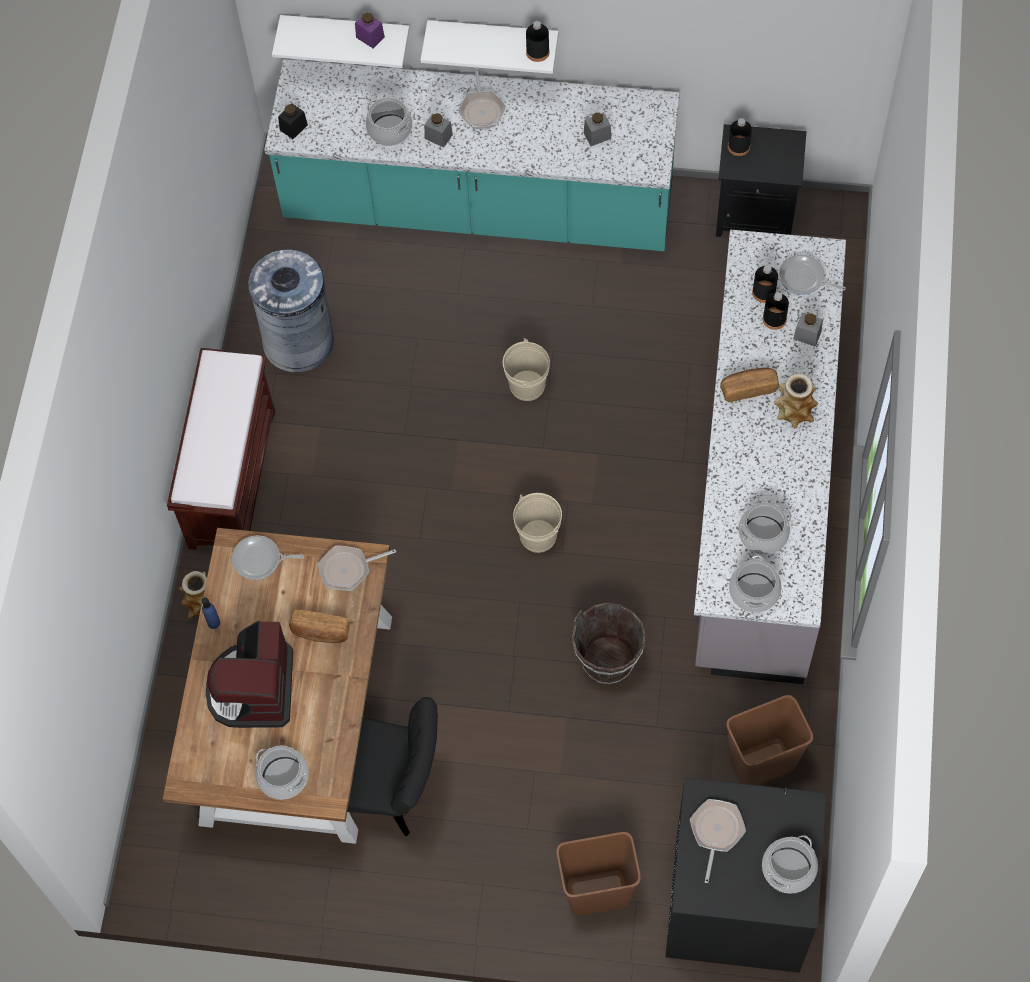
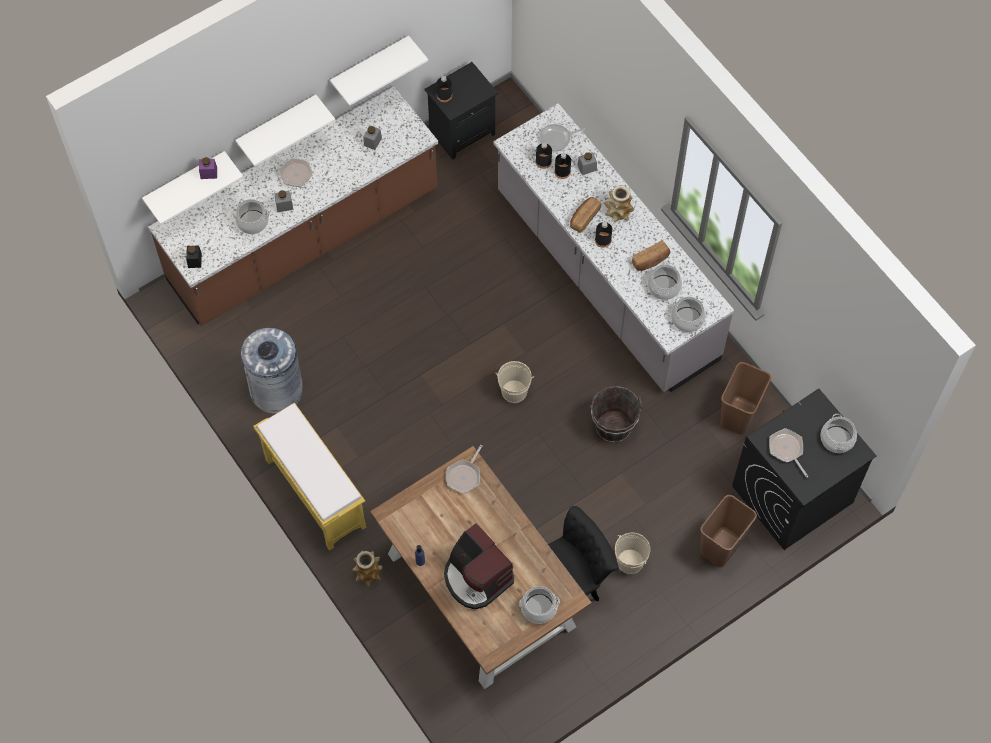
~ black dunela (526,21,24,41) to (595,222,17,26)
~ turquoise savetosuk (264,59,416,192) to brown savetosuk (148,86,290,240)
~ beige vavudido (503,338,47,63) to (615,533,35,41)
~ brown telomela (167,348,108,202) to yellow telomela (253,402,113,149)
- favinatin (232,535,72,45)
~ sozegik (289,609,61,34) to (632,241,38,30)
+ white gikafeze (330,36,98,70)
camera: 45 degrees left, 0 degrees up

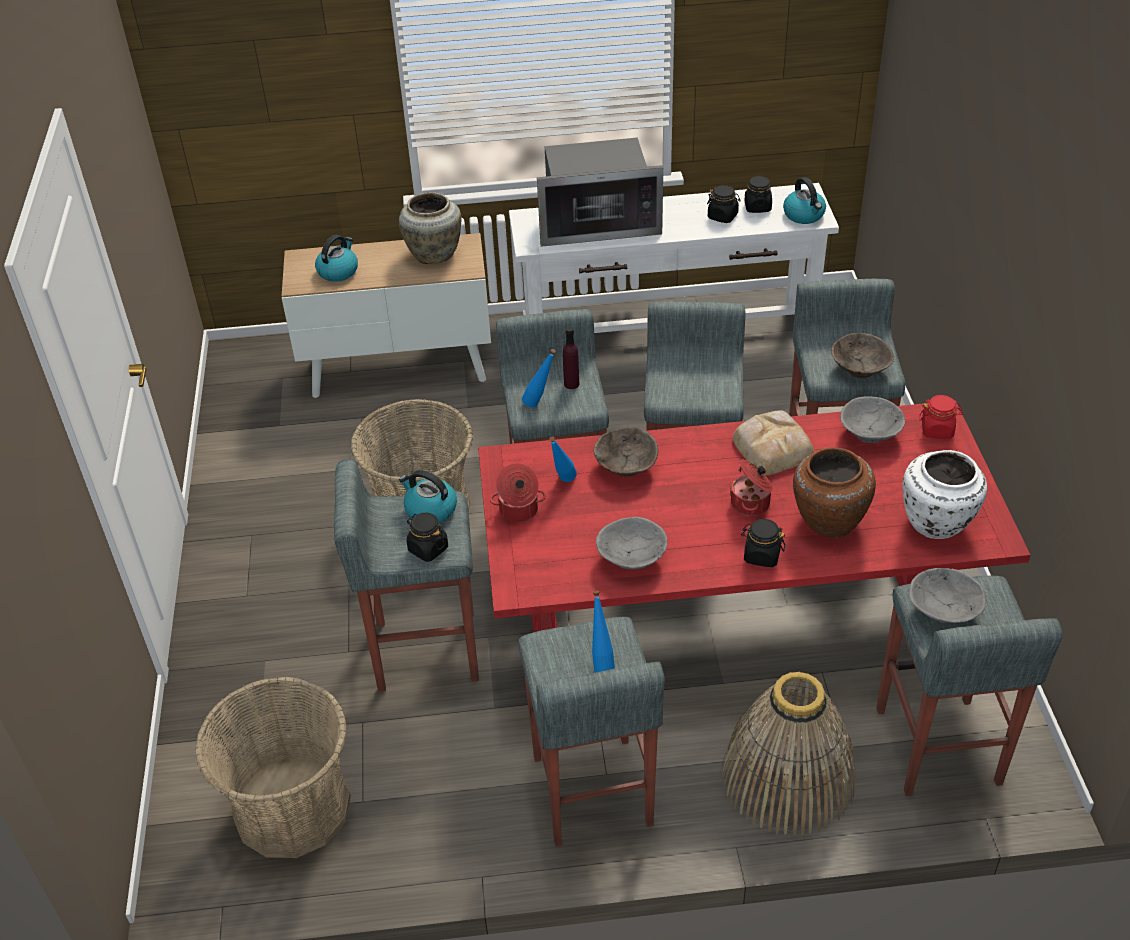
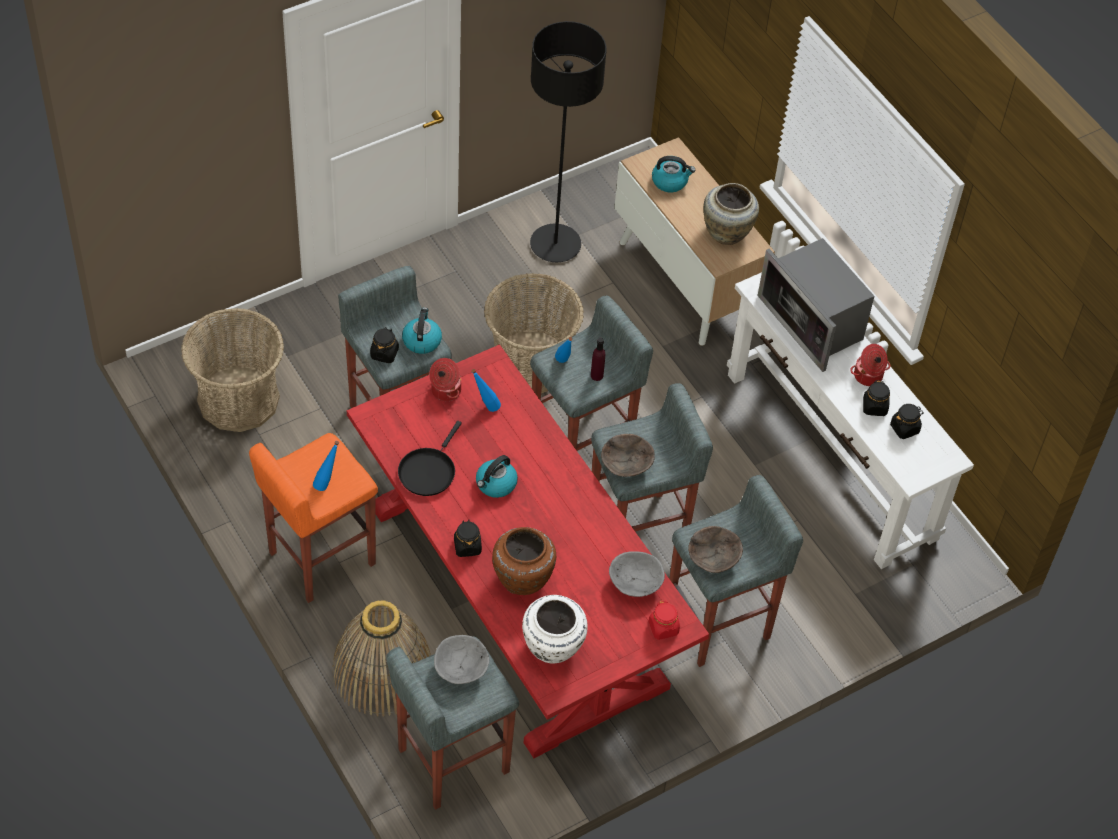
~ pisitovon (783,177,43,47) to (476,455,42,43)
- sozegik (733,410,81,65)
~ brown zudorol (594,427,64,50) to (601,434,54,43)
~ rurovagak (730,460,43,56) to (850,344,40,42)
~ grey zudorol (596,517,71,53) to black favinatin (398,421,64,75)
~ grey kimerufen (519,617,146,229) to orange kimerufen (249,433,129,170)
+ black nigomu (530,21,76,241)
camera: 60 degrees right, 10 degrees up

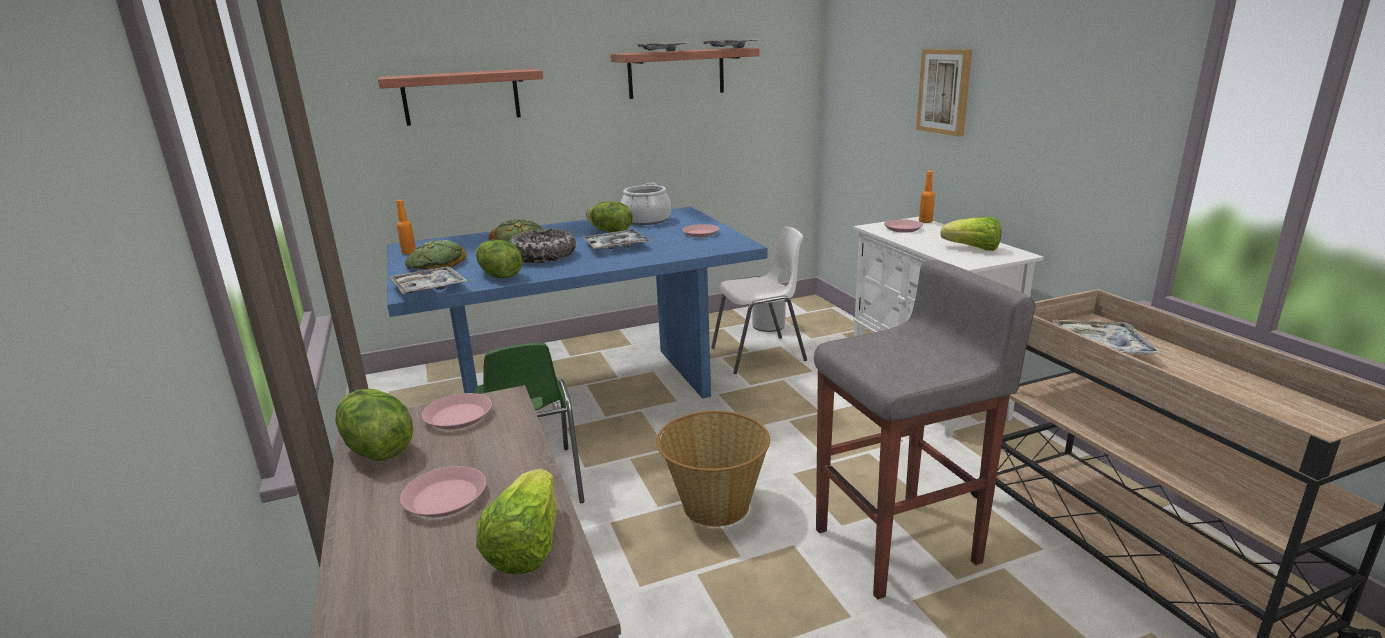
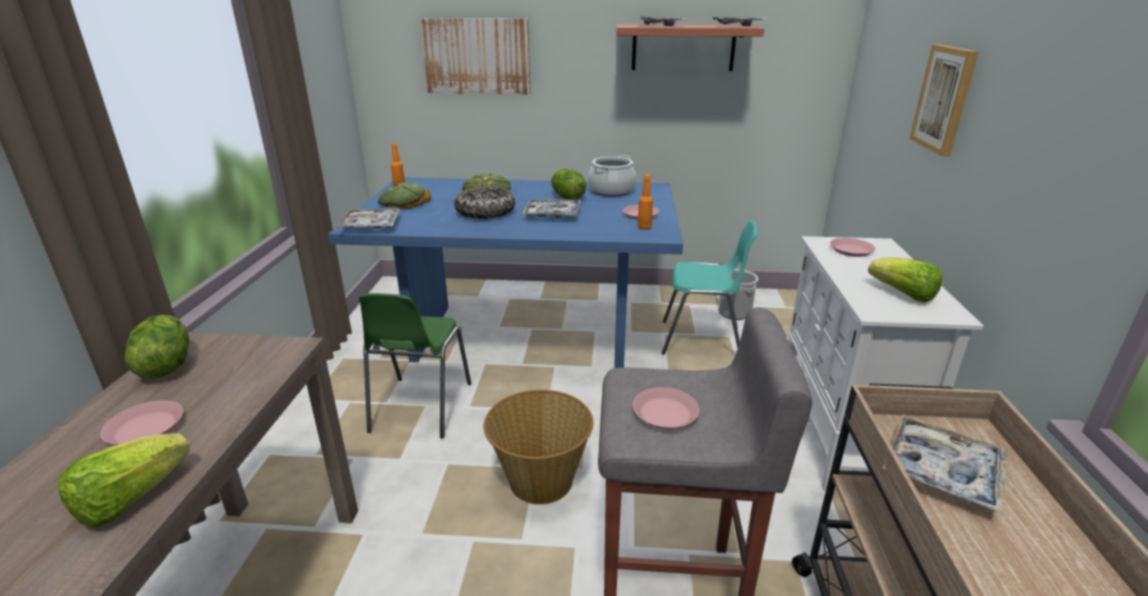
~ gikafeze (378,69,165,57) to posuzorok (420,18,111,76)
~ orange dunela (919,171,16,52) to (638,174,15,55)
~ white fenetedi (711,226,96,148) to turquoise fenetedi (662,220,96,135)
- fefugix (476,239,47,39)
~ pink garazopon (422,393,70,37) to (633,387,66,42)
camera: 25 degrees right, 5 degrees up

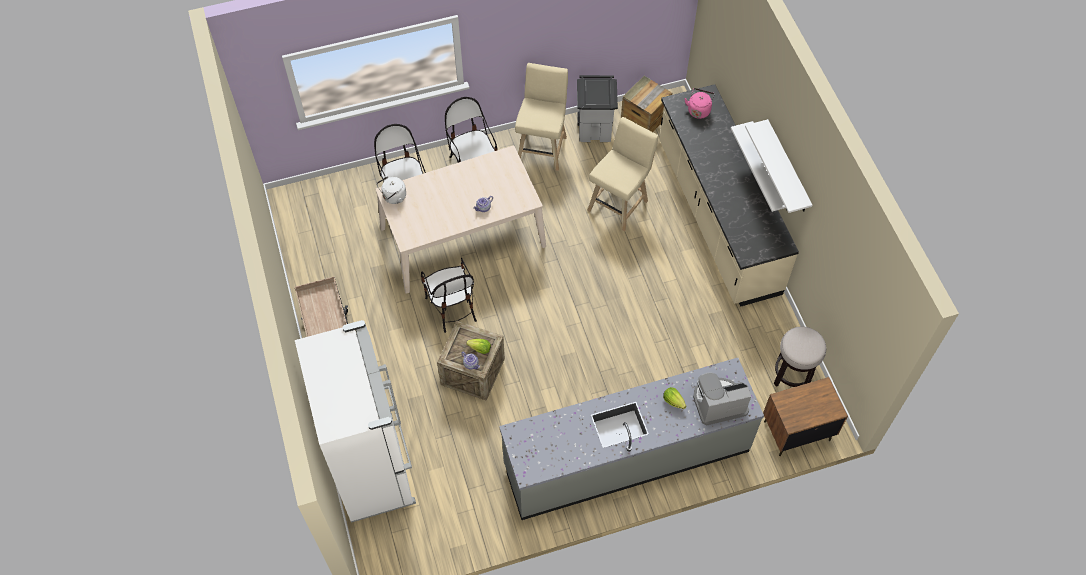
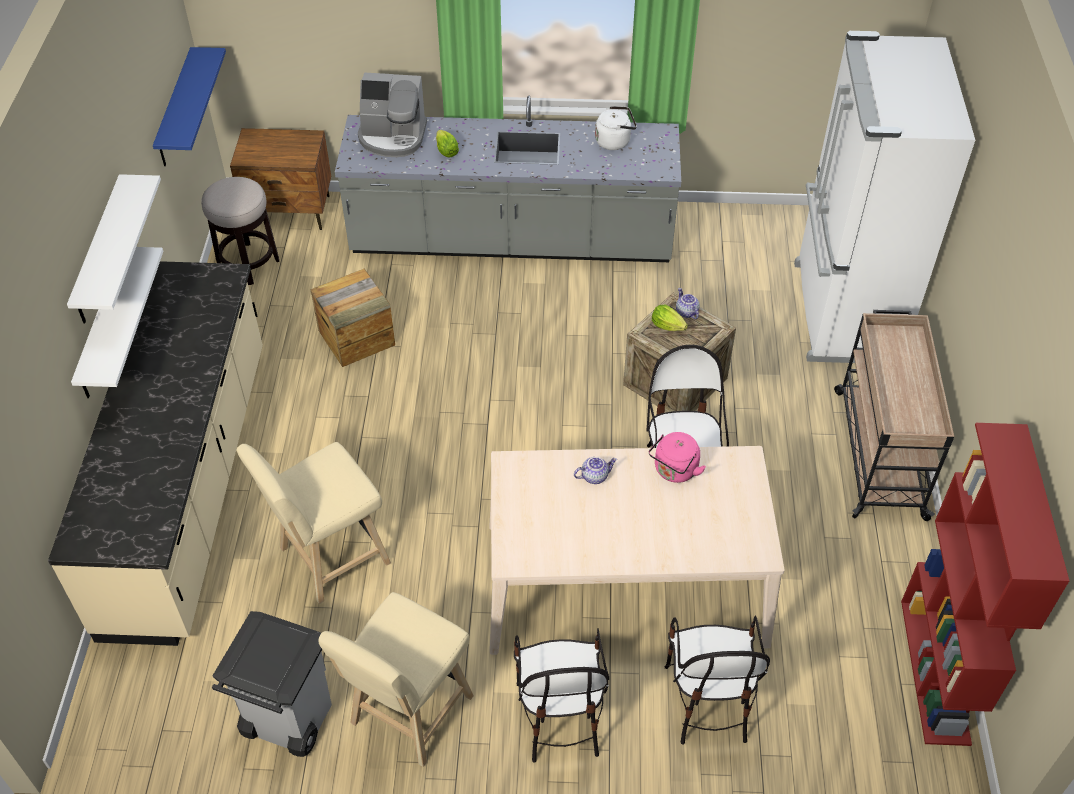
~ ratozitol (621,76,51,56) to (310,269,85,98)
~ pink pisitovon (684,88,31,31) to (649,432,57,51)
~ white pisitovon (377,176,29,28) to (595,106,42,44)
+ blue gikafeze (153,47,73,119)
+ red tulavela (901,423,168,323)
camera: 160 degrees left, 10 degrees down

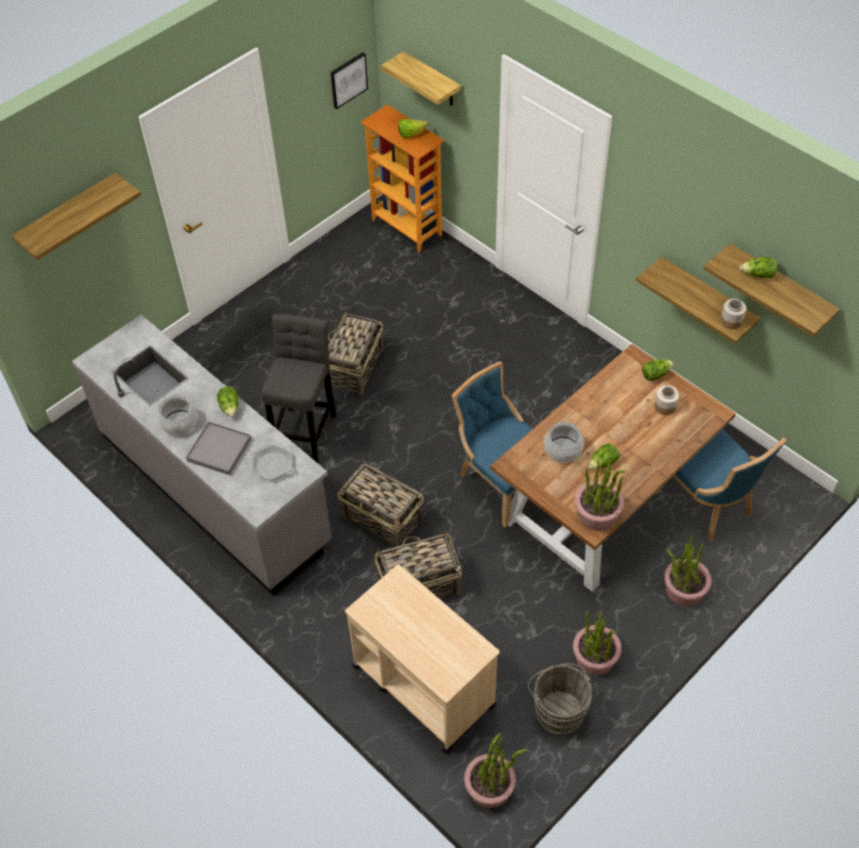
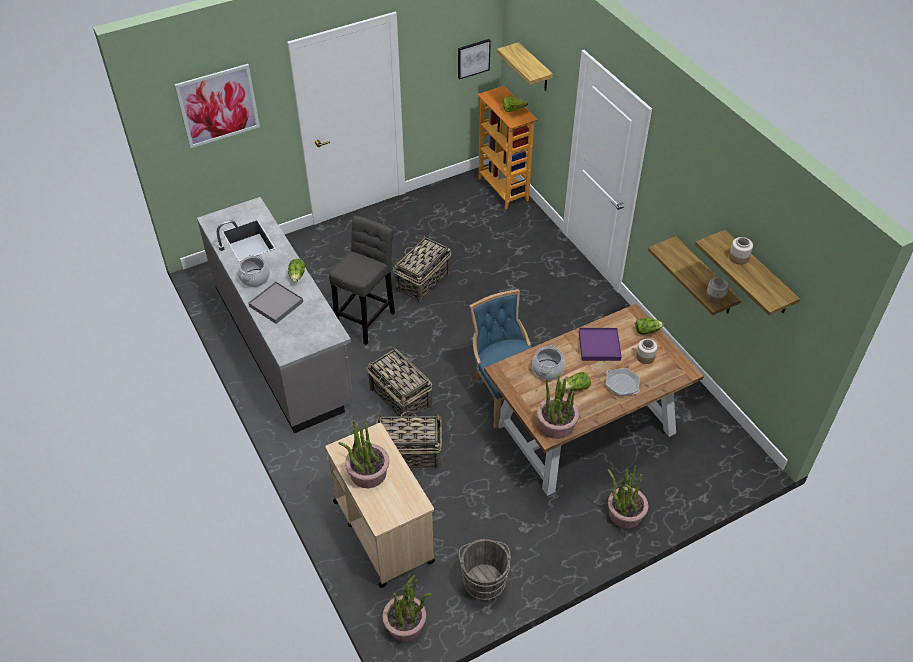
~ gikafeze (11,173,130,87) to posuzorok (174,64,86,84)
~ fefugix (740,257,37,21) to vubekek (729,237,24,28)
- blue fenetedi (655,429,131,112)
~ favinatin (251,444,43,37) to (606,368,34,28)
~ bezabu (573,610,48,65) to (338,421,51,67)
+ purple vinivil (579,328,42,33)
camera: 15 degrees right, 5 degrees down

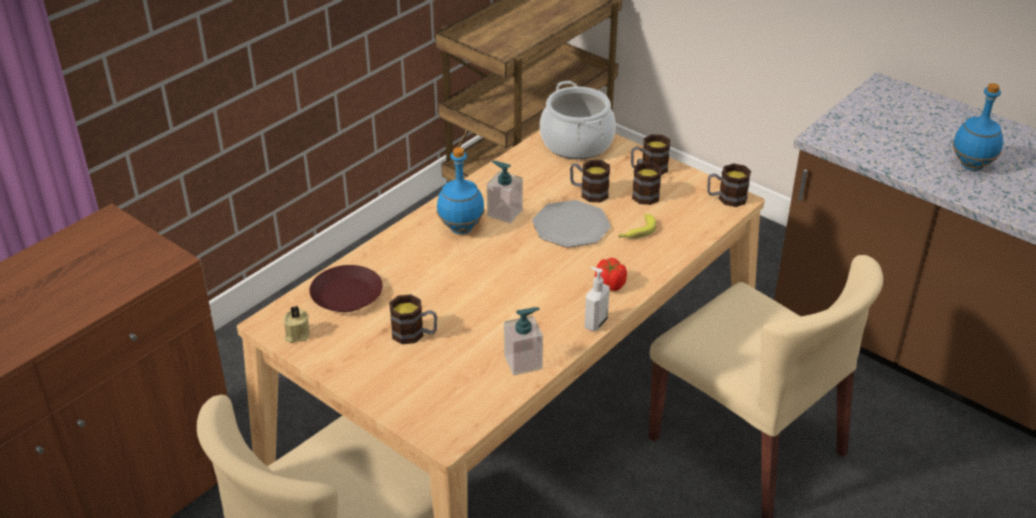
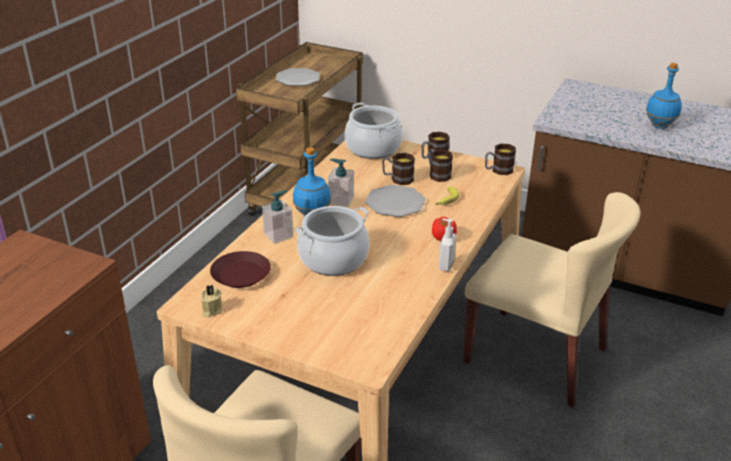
- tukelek (389,294,48,50)
~ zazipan (504,307,39,68) to (262,190,32,54)
+ garazopon (276,68,44,18)
+ rurovagak (295,206,74,70)
camera: 15 degrees left, 5 degrees down

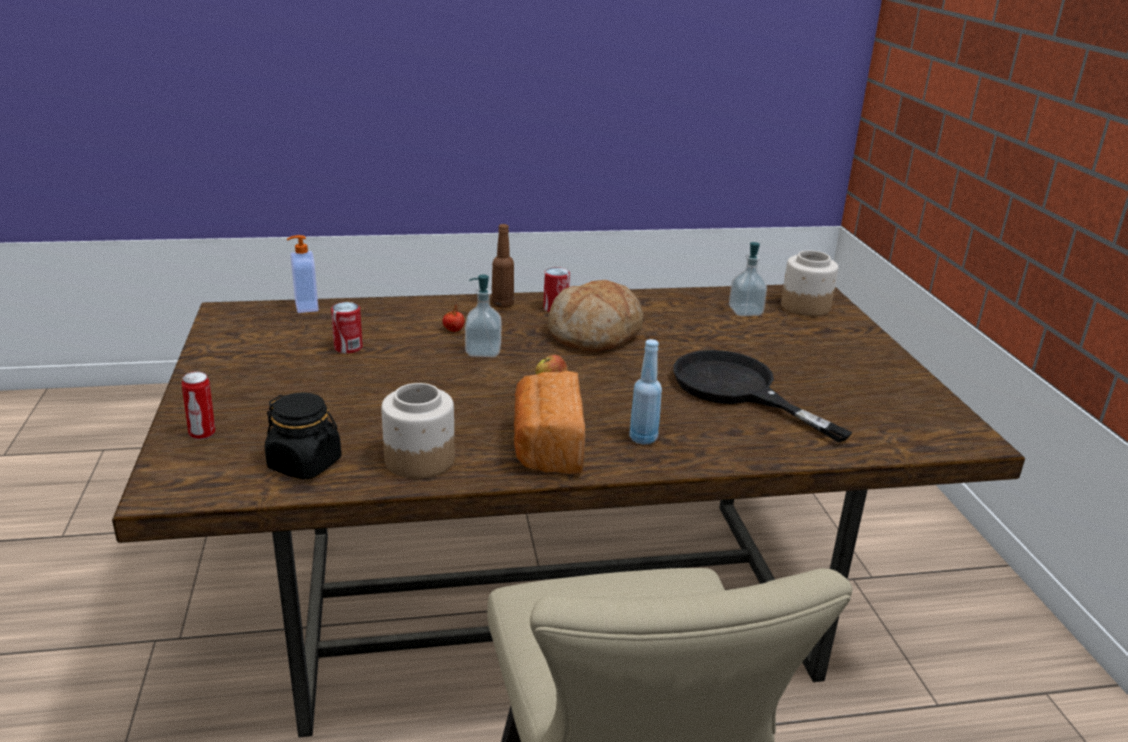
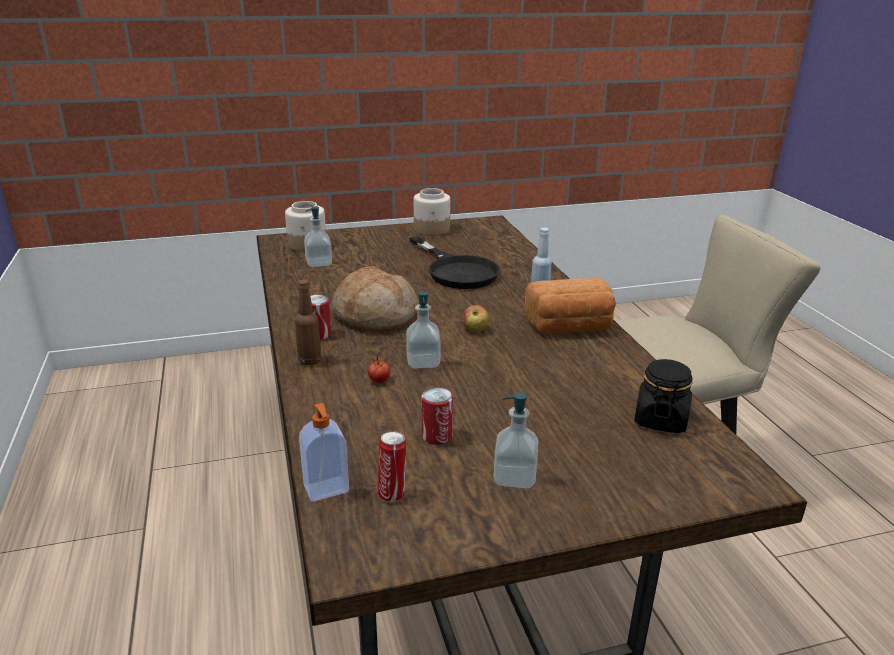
~ black favinatin (673,350,180,93) = (409,236,91,53) 75 degrees counterclockwise
~ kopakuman (182,371,33,69) to (378,431,28,71)
~ vubekek (381,383,74,96) to (414,188,36,48)
+ zazipan (494,392,44,96)
camera: 95 degrees left, 0 degrees up

